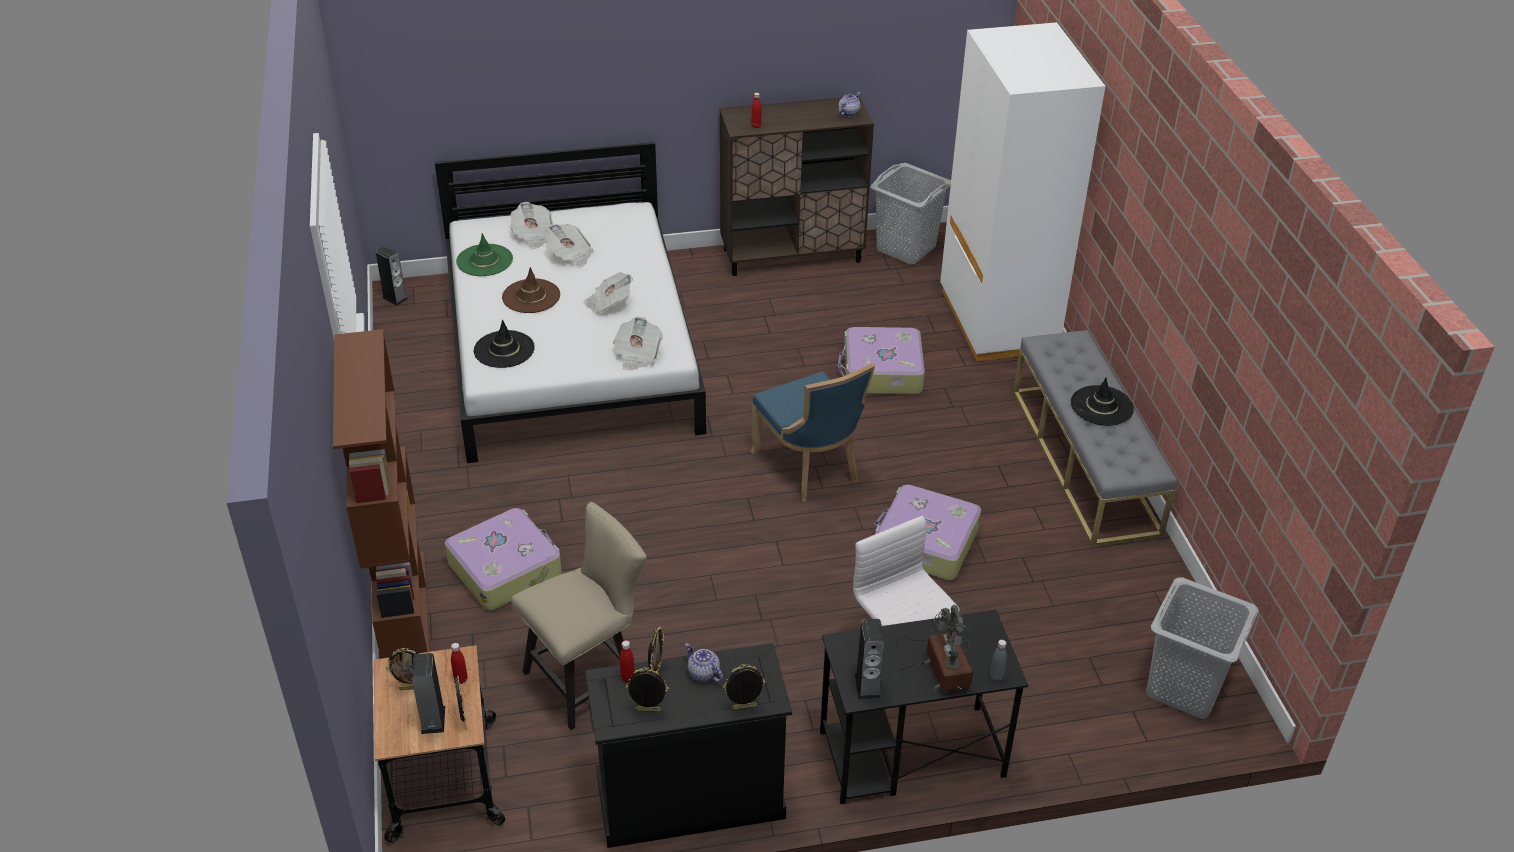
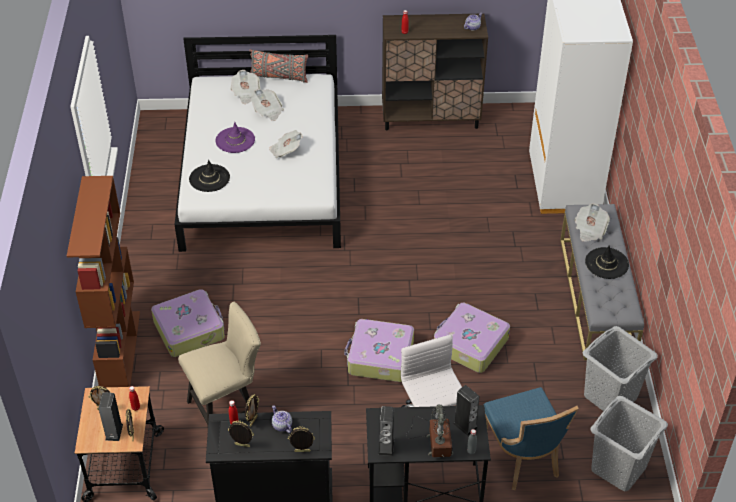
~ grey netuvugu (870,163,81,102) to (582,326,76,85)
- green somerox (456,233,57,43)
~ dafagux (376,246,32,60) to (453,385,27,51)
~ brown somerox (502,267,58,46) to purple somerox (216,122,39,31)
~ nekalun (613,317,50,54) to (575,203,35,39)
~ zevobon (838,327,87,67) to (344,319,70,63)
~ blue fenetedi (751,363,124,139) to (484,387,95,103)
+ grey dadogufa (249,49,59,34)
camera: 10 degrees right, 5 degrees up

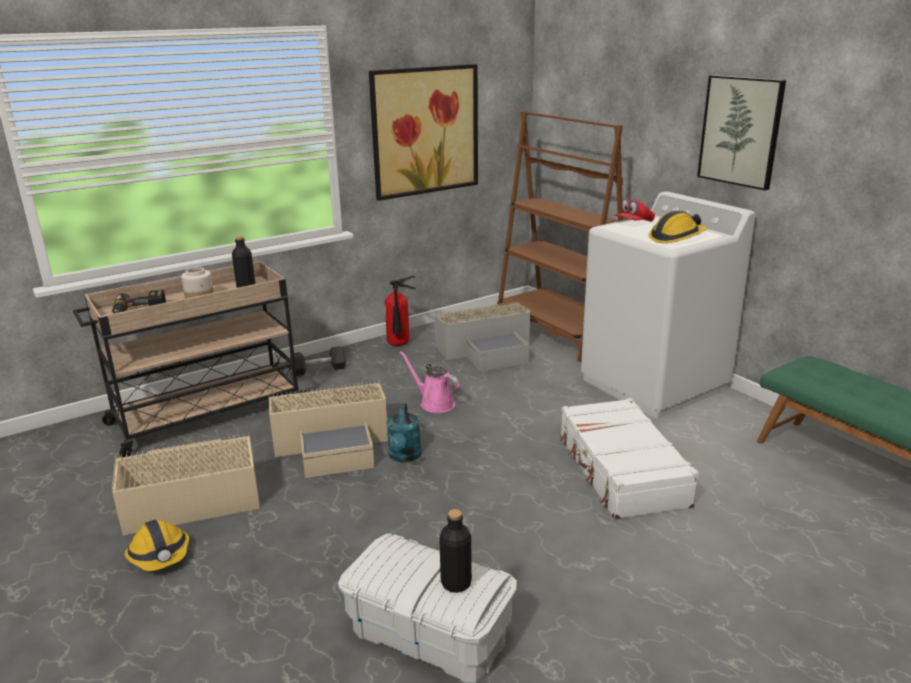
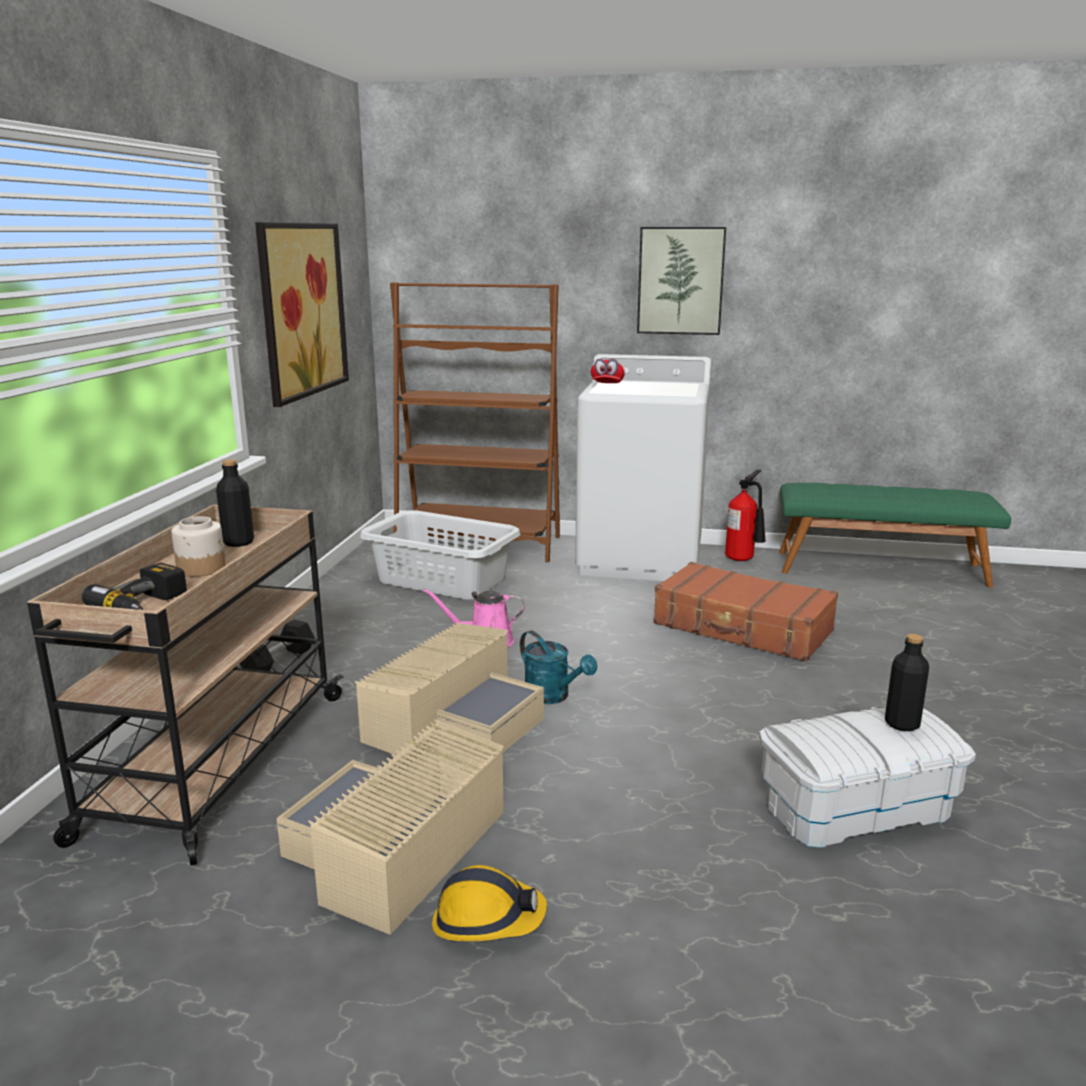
- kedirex (649,210,58,33)
~ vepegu (385,276,31,70) to (725,469,41,92)
~ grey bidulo (434,301,97,70) to grey netuvugu (360,510,161,90)
~ white zevobon (560,398,139,121) to brown zevobon (653,562,185,100)
camera: 45 degrees left, 5 degrees down

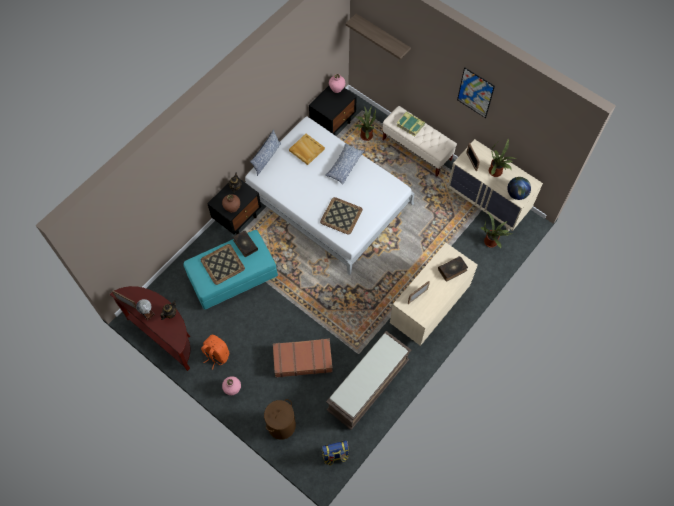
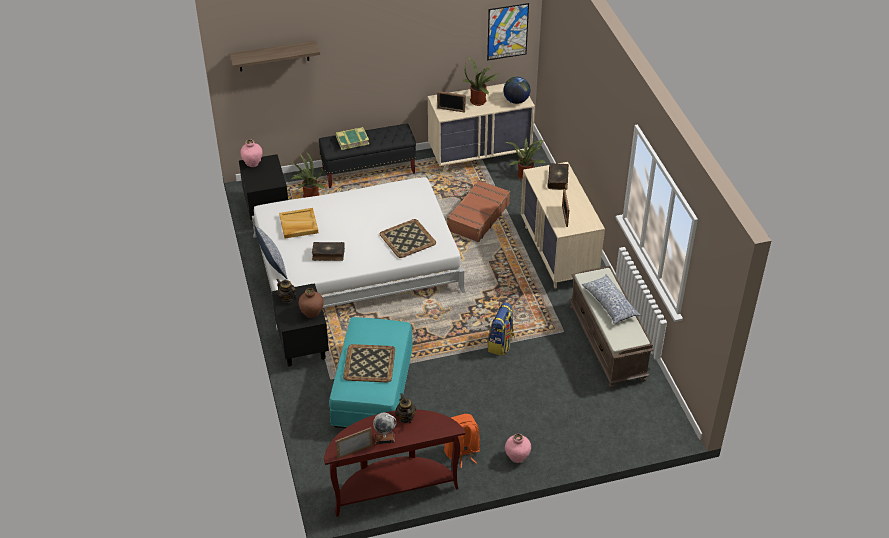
~ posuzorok (457,67,38,51) to (487,3,42,57)
~ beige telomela (382,106,75,70) to black telomela (319,124,97,64)
~ dadogufa (325,143,39,42) to (581,275,60,49)
~ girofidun (233,230,25,27) to (312,242,33,19)
~ brown zevobon (273,338,60,40) to (447,180,63,62)
- brown netuvugu (264,399,32,41)
~ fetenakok (322,440,27,26) to (487,302,28,54)
camera: 55 degrees left, 20 degrees down

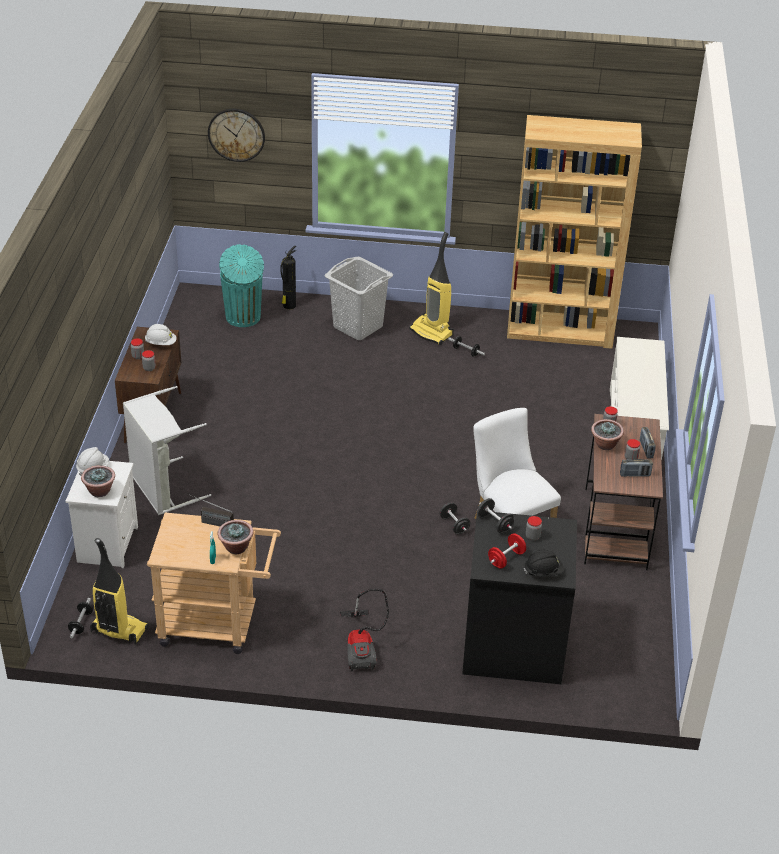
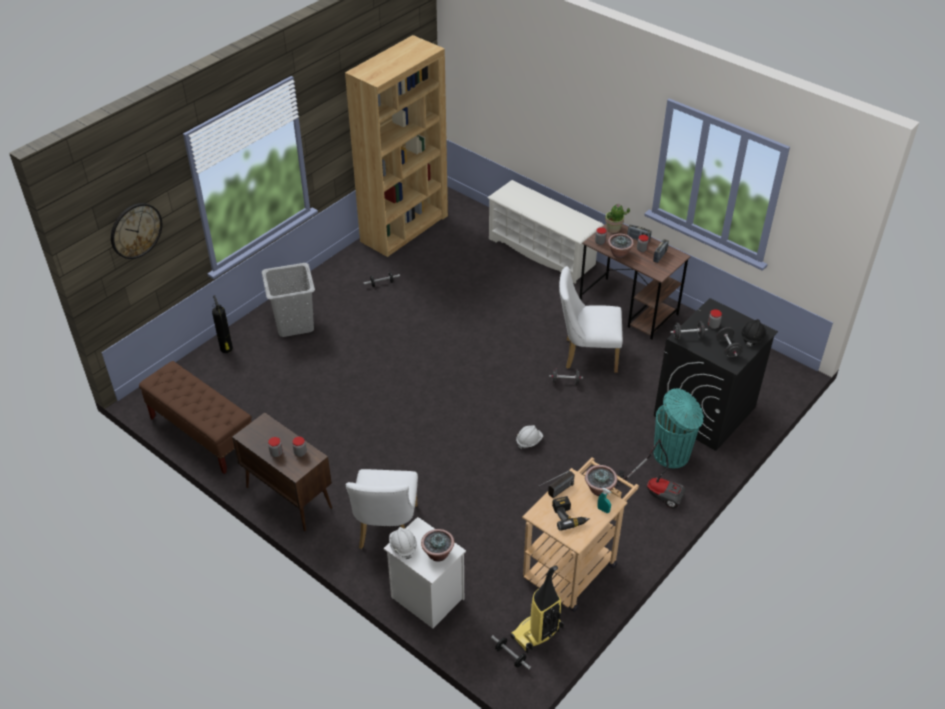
- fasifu (409,232,45,113)
~ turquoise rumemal (219,244,45,83) to (653,388,51,80)
~ white kedirex (145,324,32,21) to (516,425,27,24)
~ grey netuvugu (123,386,88,129) to white fenetedi (346,469,72,80)
~ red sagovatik (488,533,38,36) to black sagovatik (716,327,27,30)
+ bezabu (605,204,25,29)
+ brown telomela (139,361,113,113)
+ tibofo (552,496,38,35)
camera: 55 degrees left, 5 degrees up

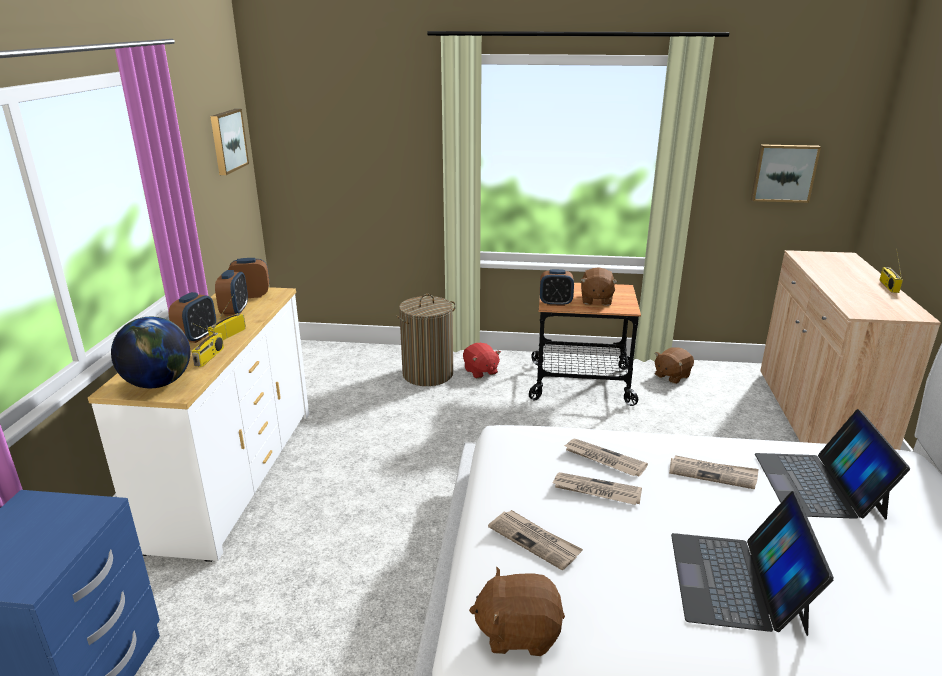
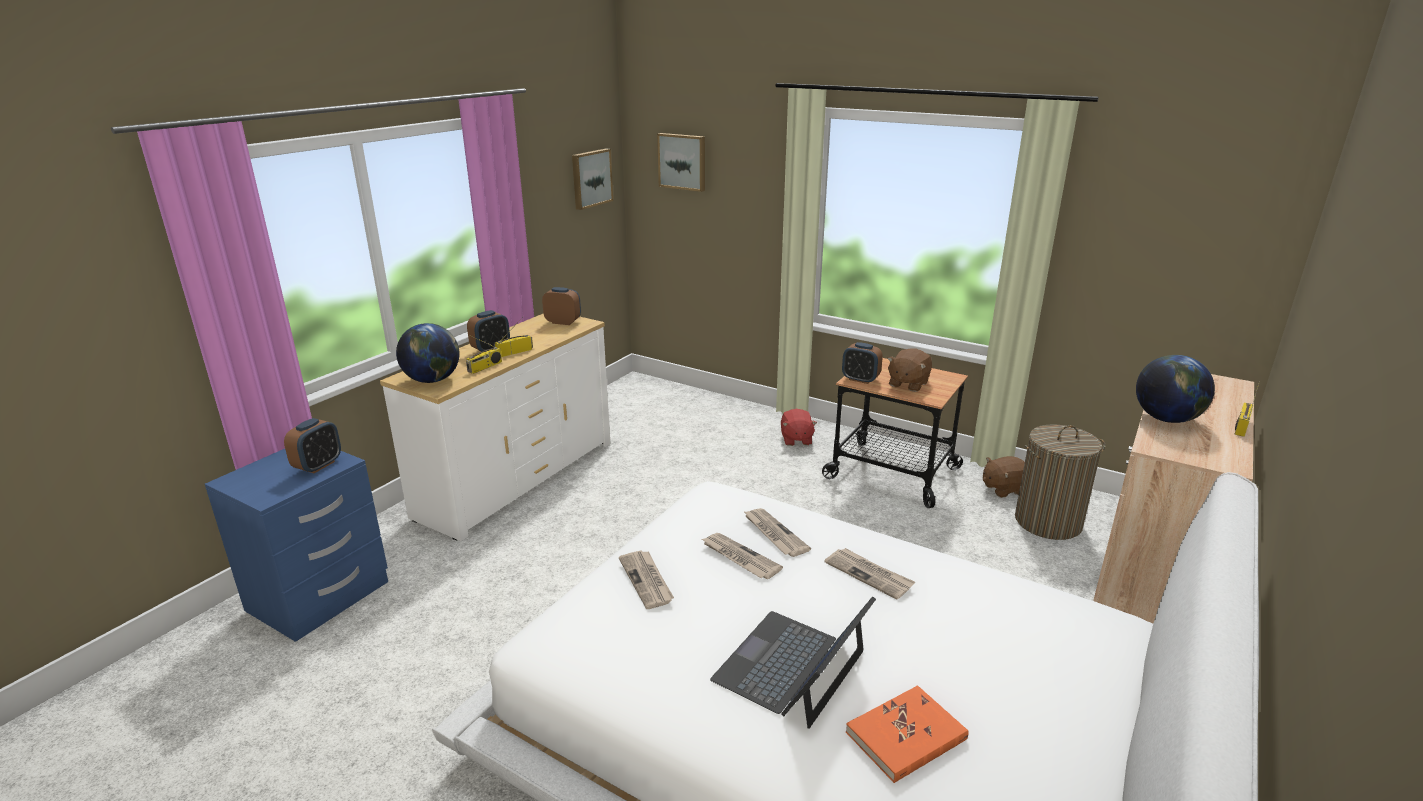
~ posuzorok (751,144,70,59) to (657,133,48,59)
~ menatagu (215,270,33,46) to (284,418,57,55)
~ netuvugu (396,294,60,92) to (1015,425,91,115)
- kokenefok (755,409,155,111)
- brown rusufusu (469,567,96,89)
+ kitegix (1136,355,79,68)
+ orange girofidun (846,685,122,98)
camera: 25 degrees right, 0 degrees up

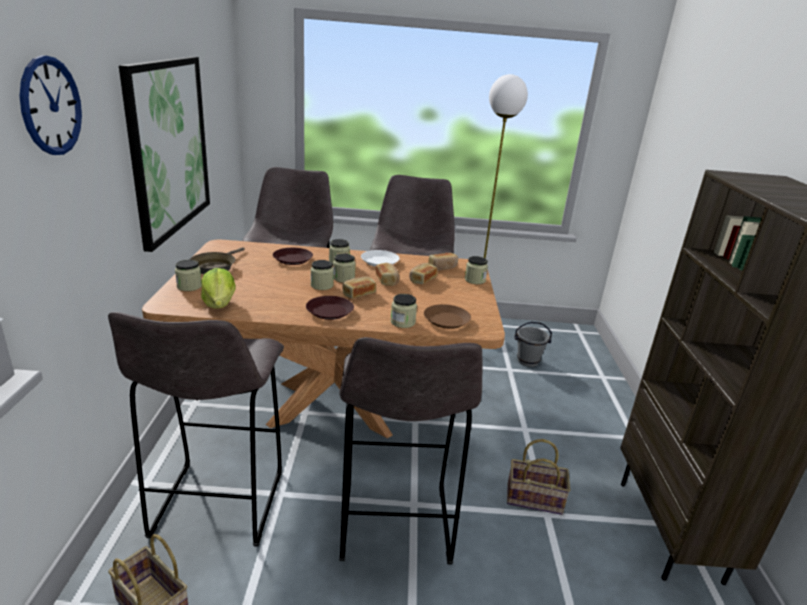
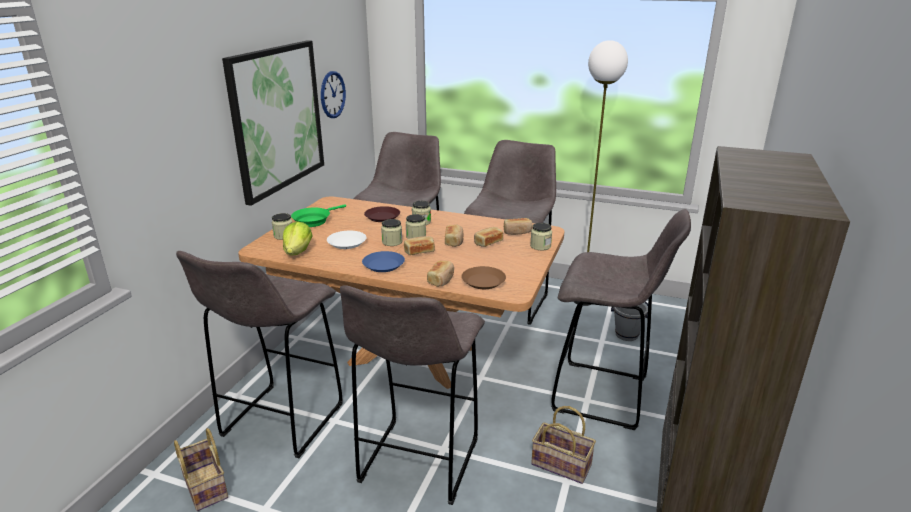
~ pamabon (20,55,62,100) to (321,71,25,47)
~ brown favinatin (190,247,55,27) to green favinatin (291,204,55,23)
~ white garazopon (361,250,39,17) to (327,231,40,18)
~ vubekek (390,294,27,34) to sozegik (427,261,27,26)
~ brown garazopon (306,296,48,24) to blue garazopon (362,251,43,21)
+ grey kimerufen (551,209,140,221)
camera: 20 degrees right, 0 degrees up

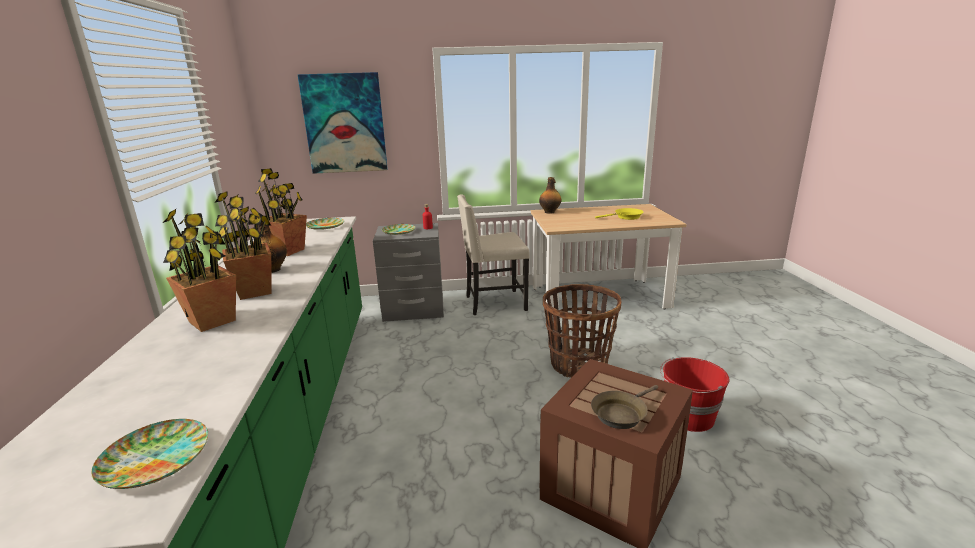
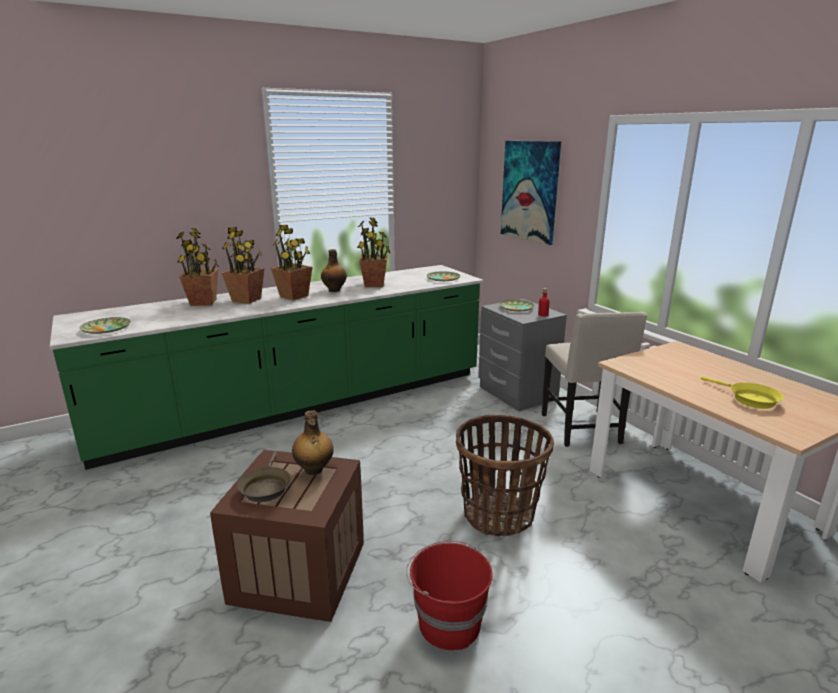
~ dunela (539,177,22,36) to (292,410,42,65)
~ beige fenetedi (457,194,73,121) = (542,312,105,135) 150 degrees counterclockwise
~ brown favinatin (591,385,67,44) = (237,452,54,50) 120 degrees counterclockwise
+ bezabu (176,228,43,78)
camera: 65 degrees right, 0 degrees up

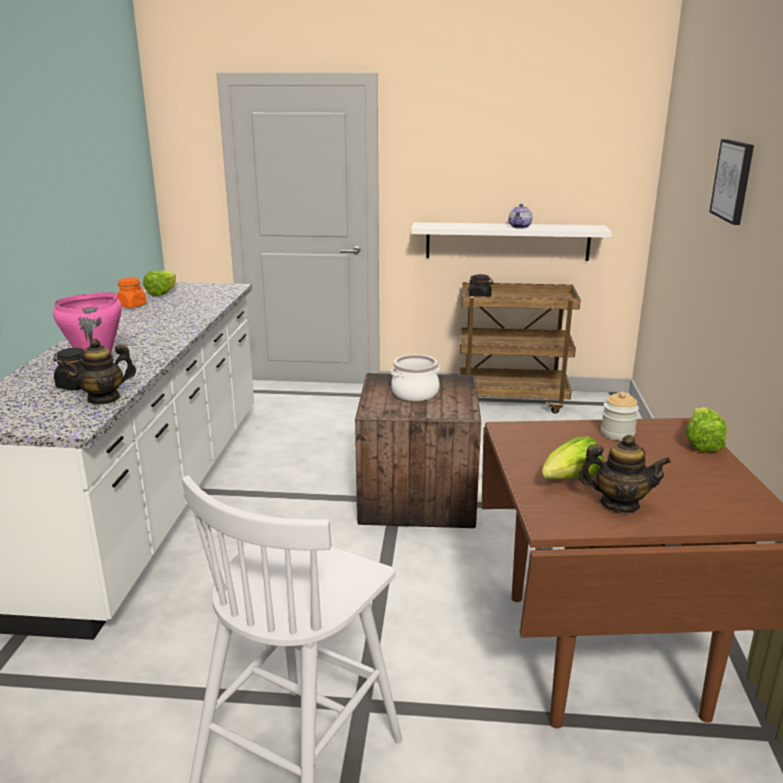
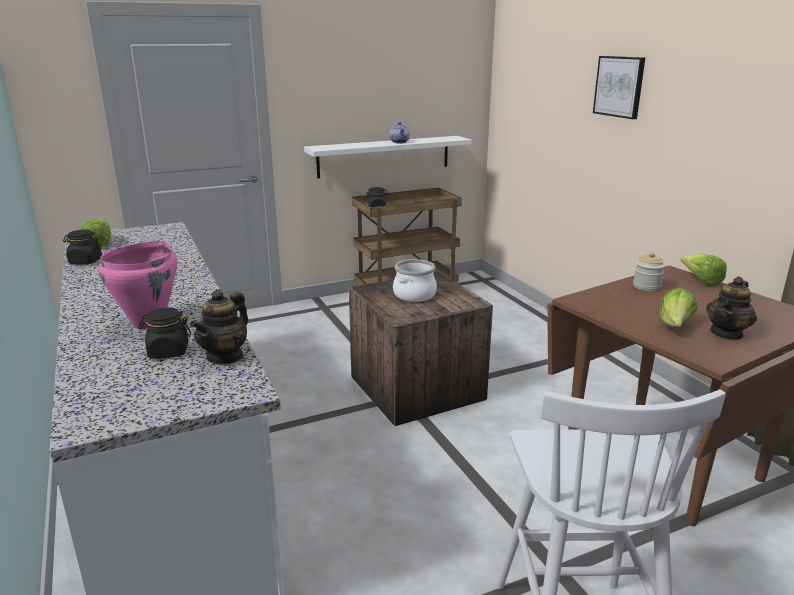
~ orange vubekek (117,277,30,31) to black vubekek (63,230,39,34)
~ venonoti (578,434,93,79) = (706,276,51,65) 150 degrees clockwise
camera: 30 degrees left, 0 degrees up

